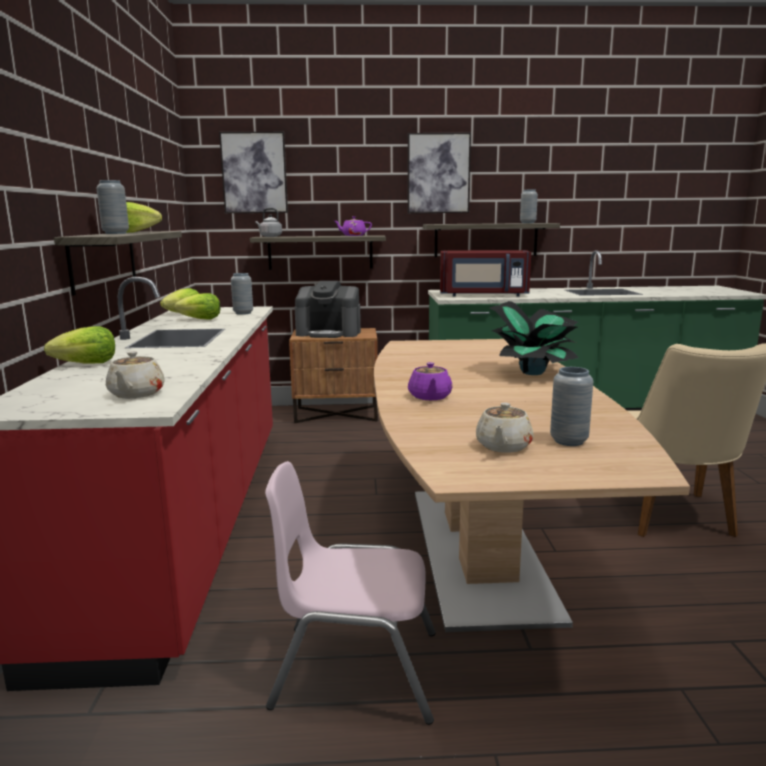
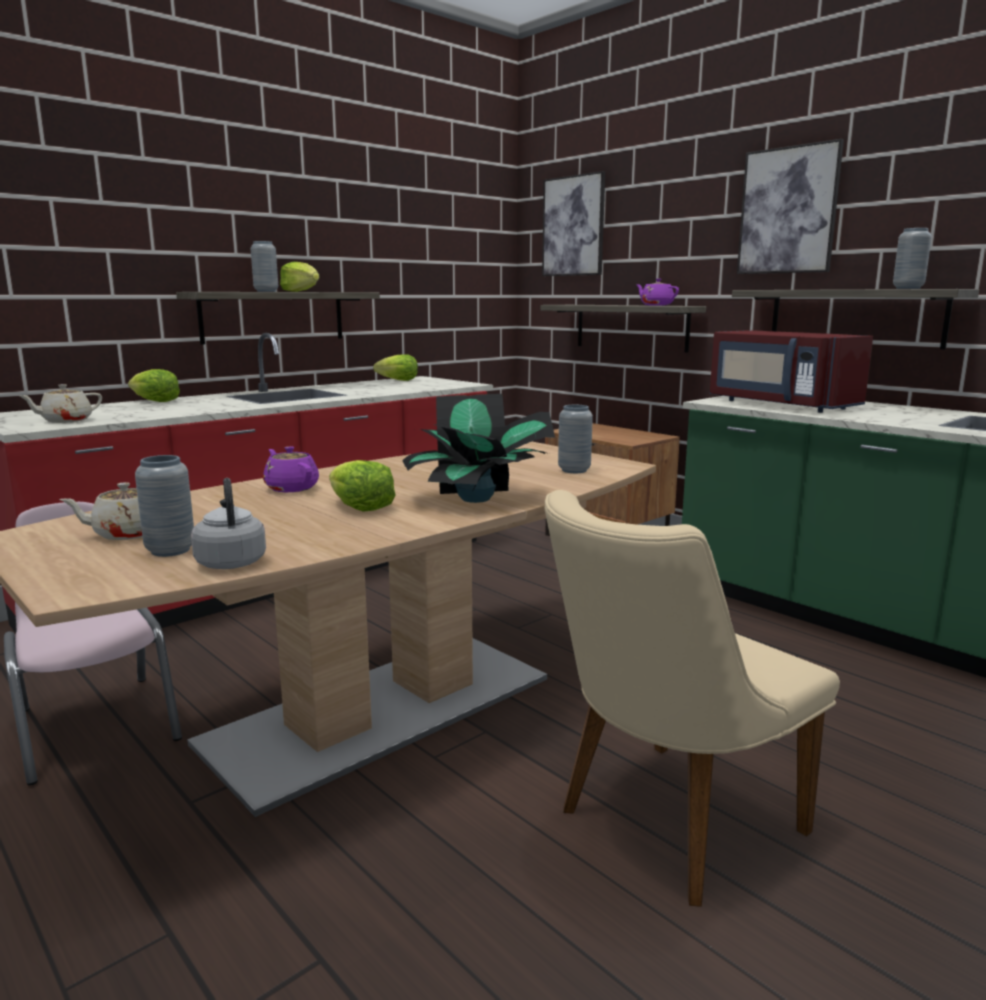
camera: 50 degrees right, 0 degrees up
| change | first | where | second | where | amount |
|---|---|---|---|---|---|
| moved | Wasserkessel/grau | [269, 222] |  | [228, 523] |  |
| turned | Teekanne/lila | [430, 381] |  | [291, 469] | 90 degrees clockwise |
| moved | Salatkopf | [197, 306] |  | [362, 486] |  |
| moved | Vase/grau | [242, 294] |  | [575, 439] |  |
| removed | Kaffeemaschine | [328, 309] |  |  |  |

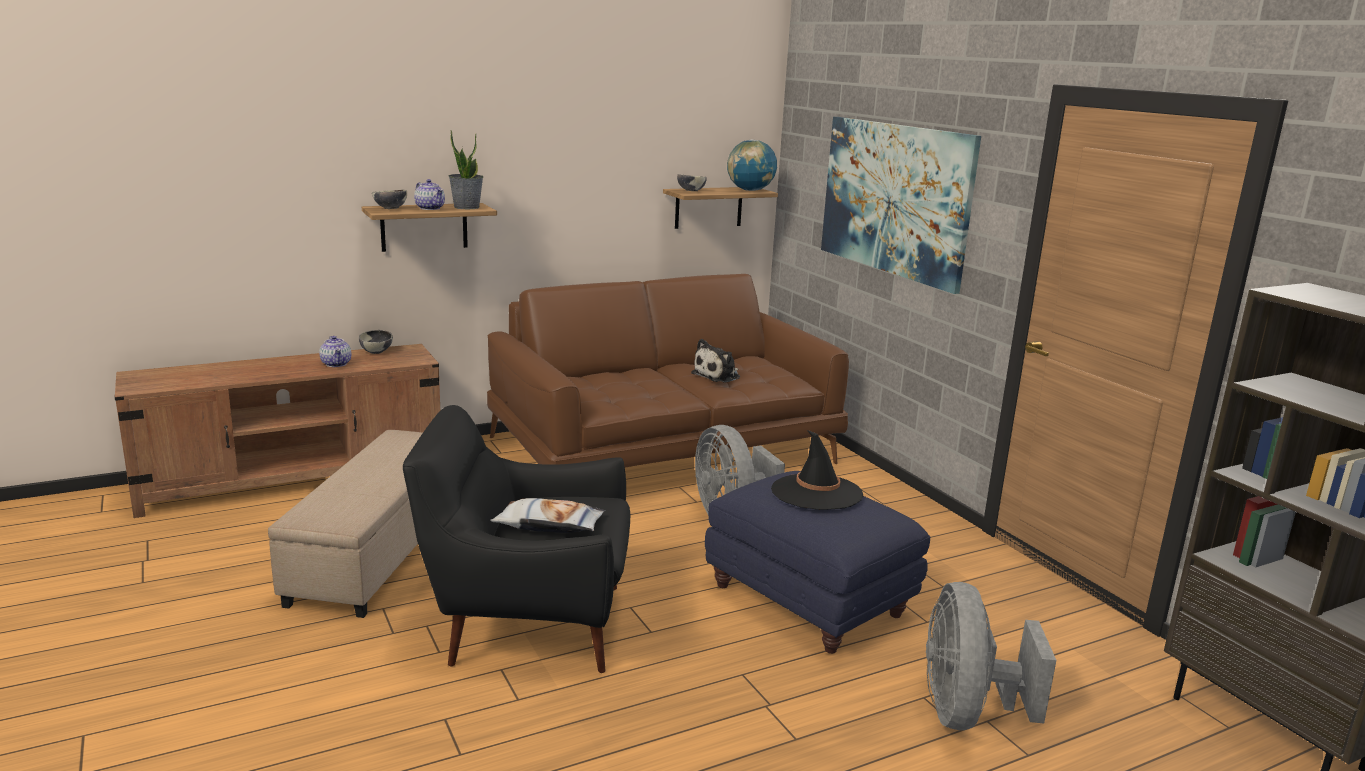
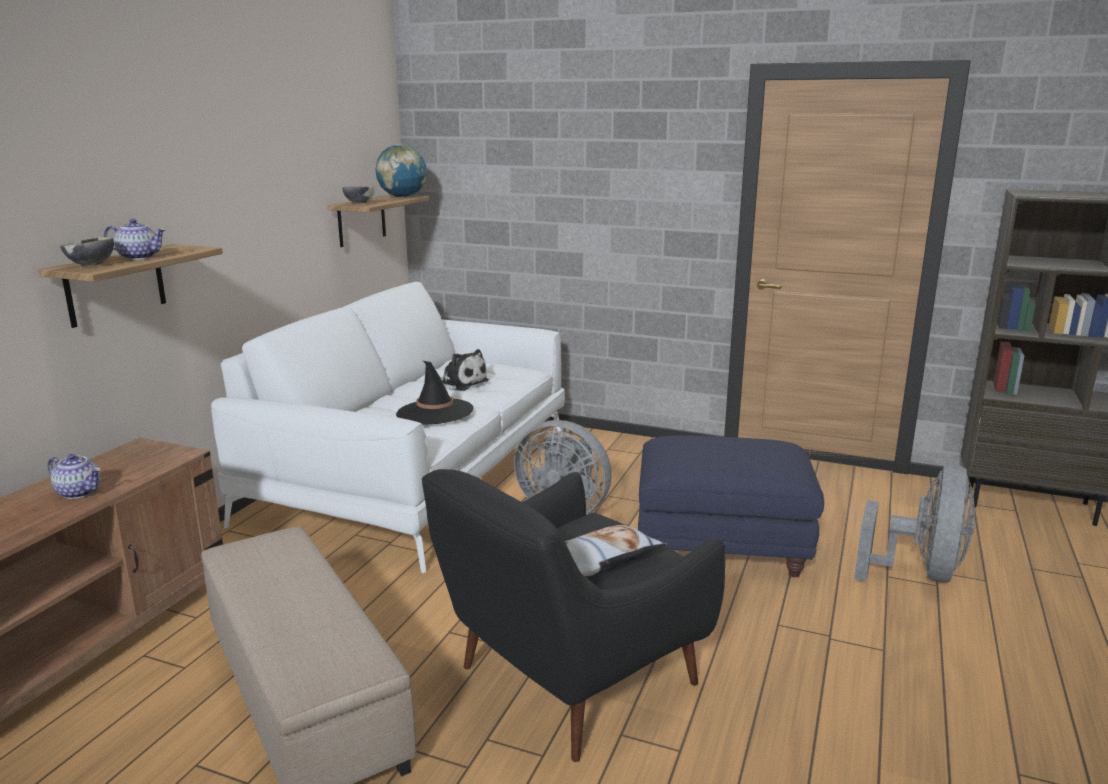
camera: 40 degrees left, 0 degrees up
| change | first | where | second | where | amount |
|---|---|---|---|---|---|
| recoloured | Sofa/braun | [668, 370] | Sofa/weiß | [388, 427] |  |
| moved | Hut/schwarz | [817, 470] |  | [434, 393] |  |
| turned | Plüschtier | [715, 361] |  | [464, 370] | 60 degrees counterclockwise |
| turned | Ventilator/grau | [991, 656] |  | [914, 523] | 120 degrees counterclockwise |
| removed | Schüssel | [376, 342] |  |  |  |
| removed | Topfpflanze | [466, 169] |  |  |  |
| removed | Bild | [901, 205] |  |  |  |

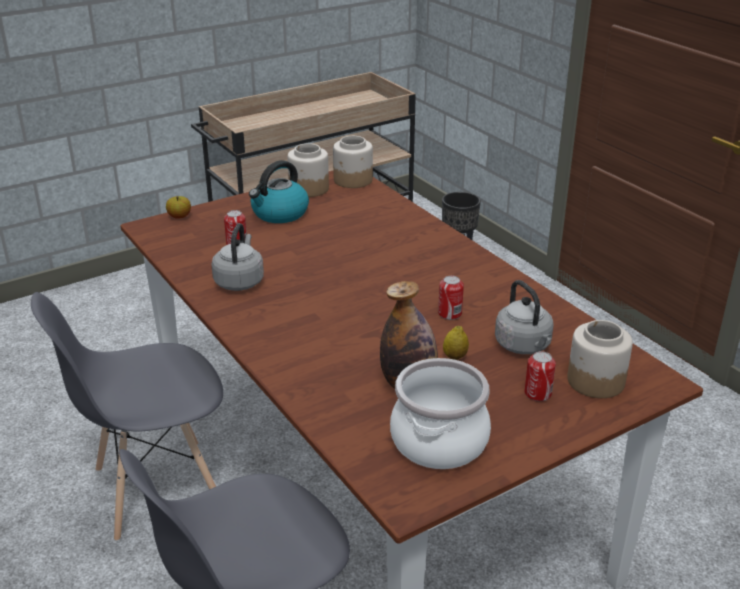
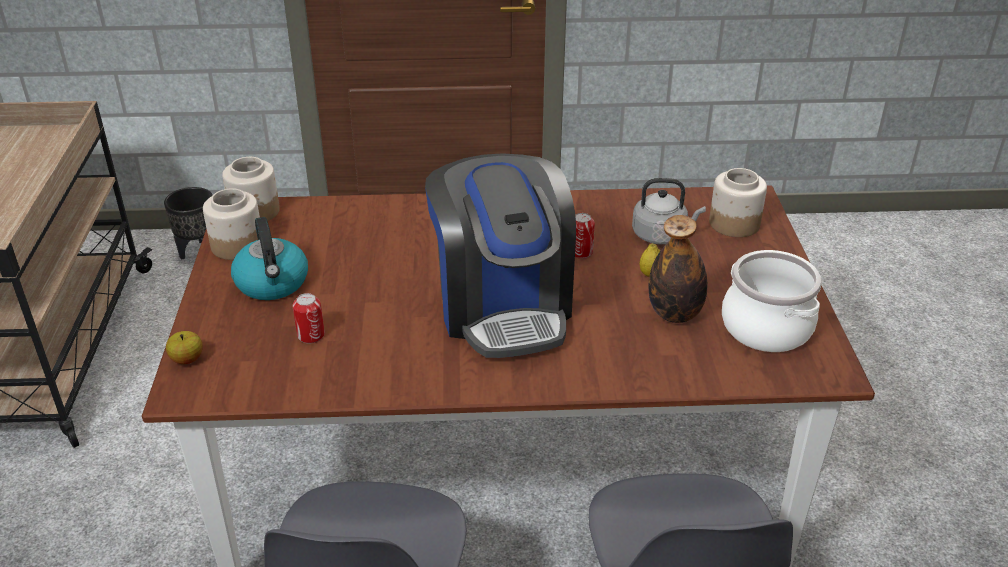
camera: 60 degrees left, 5 degrees up
| change | first | where | second | where | amount |
|---|---|---|---|---|---|
| added |  |  | Kaffeemaschine | [500, 255] |  |
| removed | Wasserkessel/grau | [238, 257] |  |  |  |
| removed | Dose | [540, 376] |  |  |  |

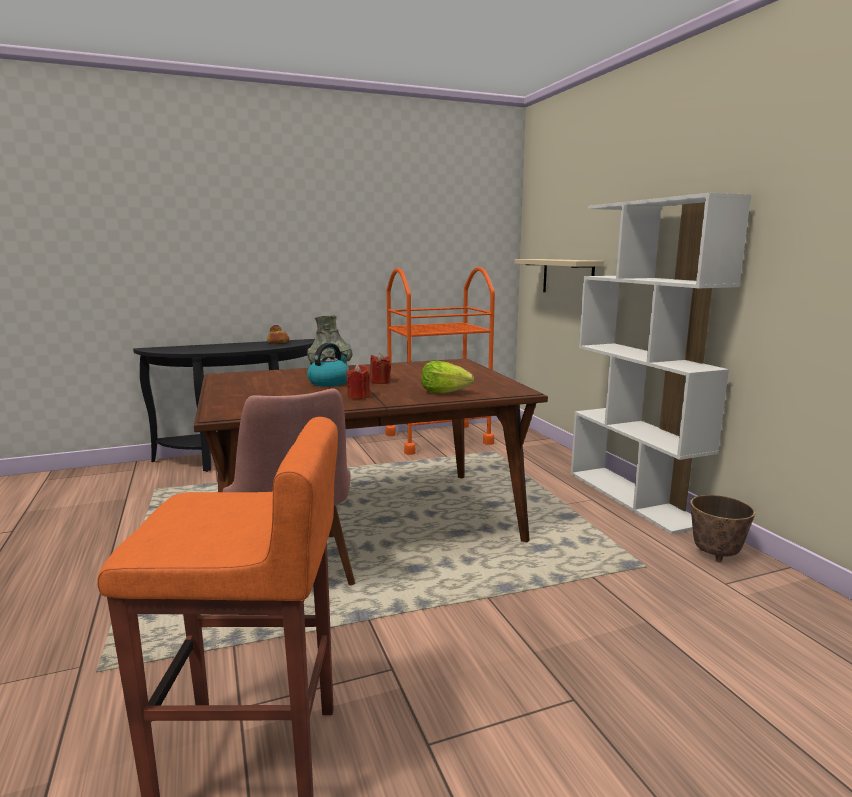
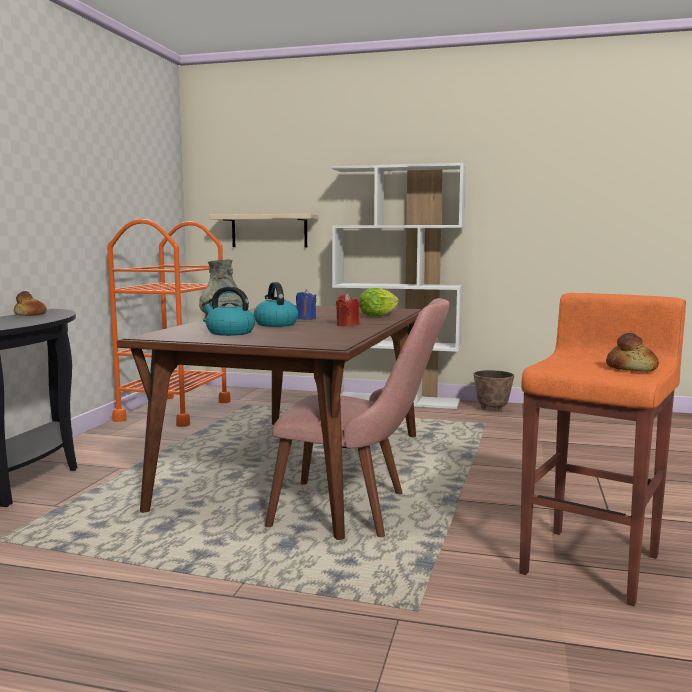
camera: 55 degrees left, 5 degrees down
| change | first | where | second | where | amount |
|---|---|---|---|---|---|
| added |  |  | Wasserkessel | [228, 311] |  |
| recoloured | Kerze/rot | [380, 368] | Kerze/blau | [306, 304] |  |
| added |  |  | Brot | [632, 352] |  |

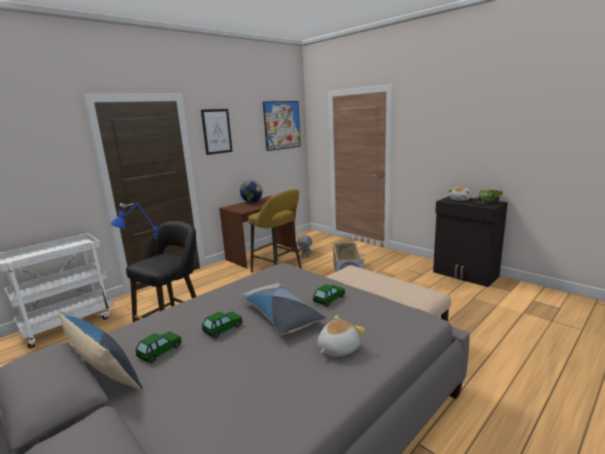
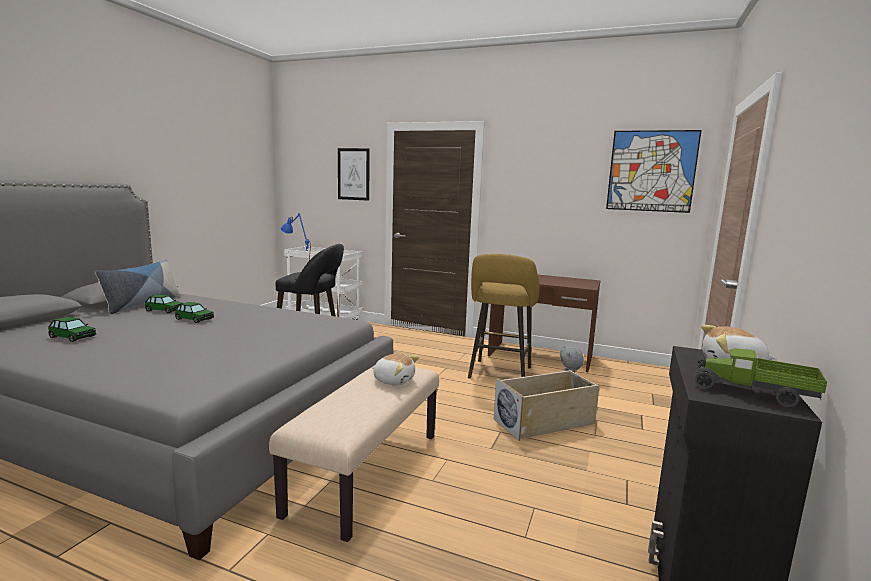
camera: 65 degrees right, 5 degrees down
| change | first | where | second | where | amount |
|---|---|---|---|---|---|
| moved | Spielzeugauto | [329, 295] |  | [72, 329] |  |
| moved | Bild | [217, 132] |  | [354, 174] |  |
| moved | Plüschtier | [341, 336] |  | [395, 369] |  |
| removed | Globus | [251, 191] |  |  |  |
| removed | Kissen | [283, 309] |  |  |  |

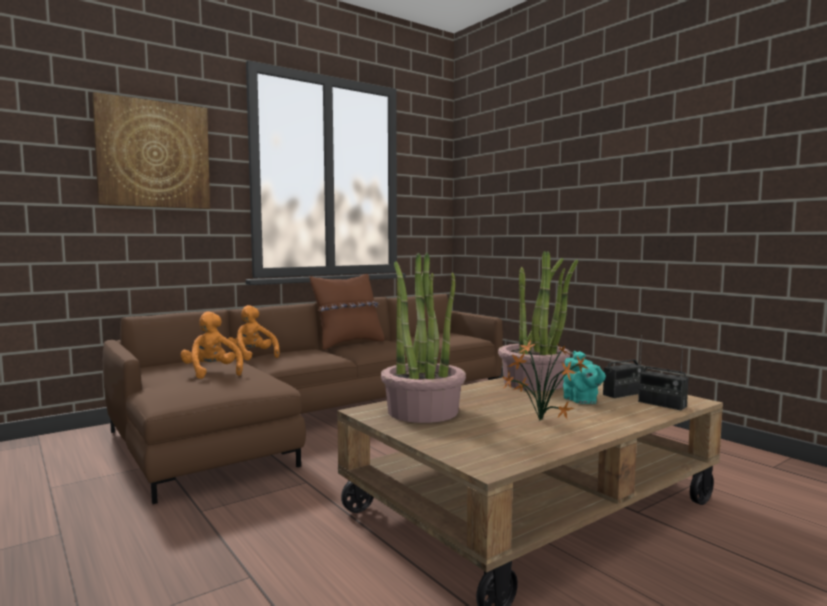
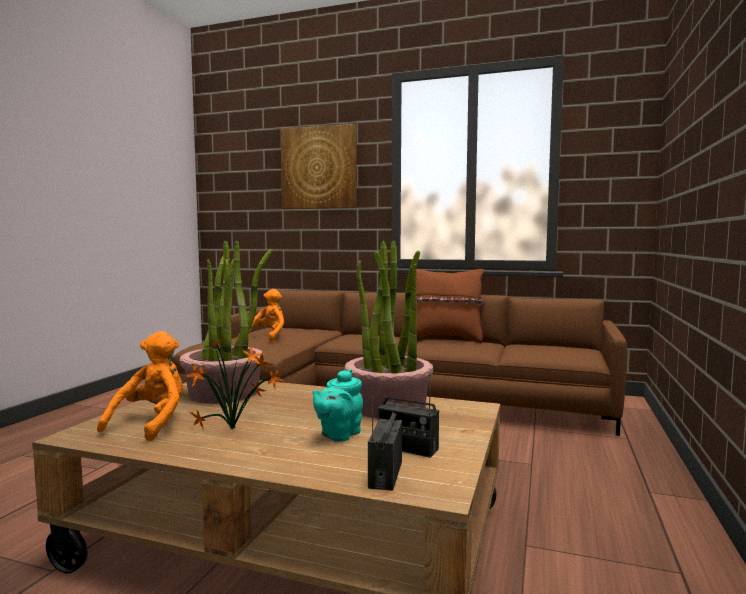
camera: 55 degrees right, 0 degrees up
| change | first | where | second | where | amount |
|---|---|---|---|---|---|
| moved | Plüschtier/orange | [254, 333] |  | [140, 386] |  |

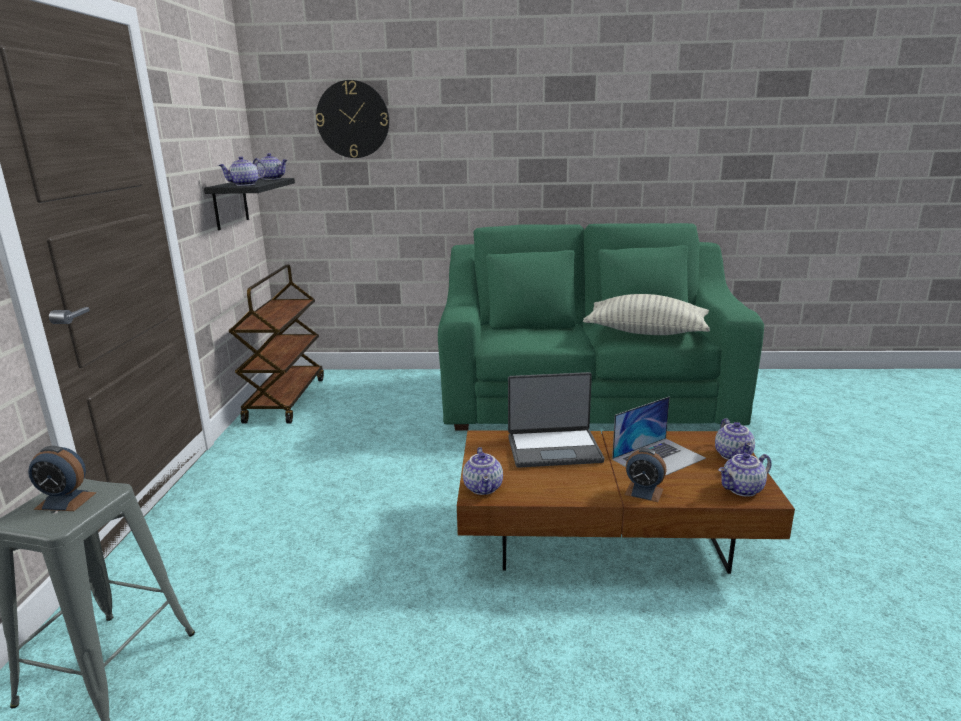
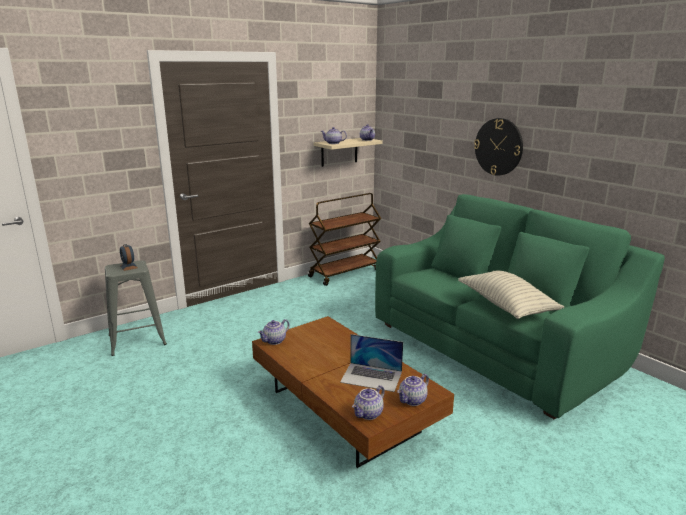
camera: 50 degrees right, 0 degrees up
| change | first | where | second | where | amount |
|---|---|---|---|---|---|
| recoloured | Wandregal/schwarz | [249, 204] | Wandregal/beige | [348, 152] |  |
| turned | Teekanne | [745, 475] |  | [368, 402] | 75 degrees counterclockwise |
| moved | Wanduhr | [352, 119] |  | [498, 147] |  |
| removed | Laptop | [556, 420] |  |  |  |
| removed | Wecker | [645, 475] |  |  |  |

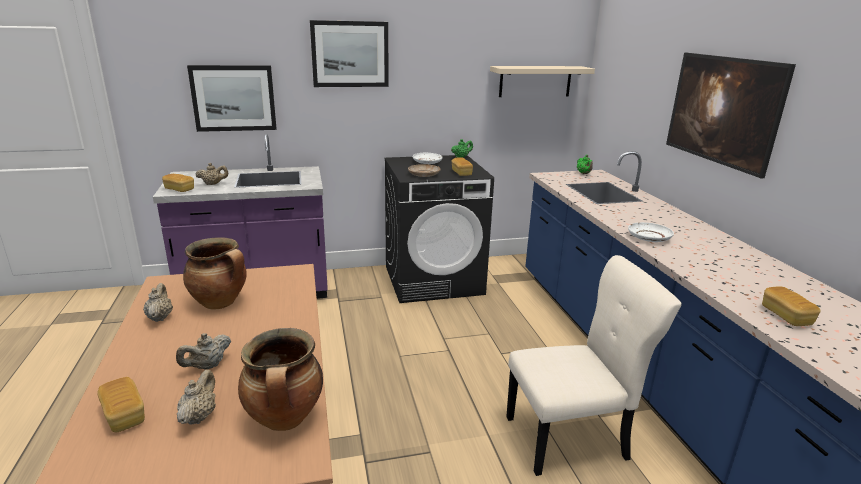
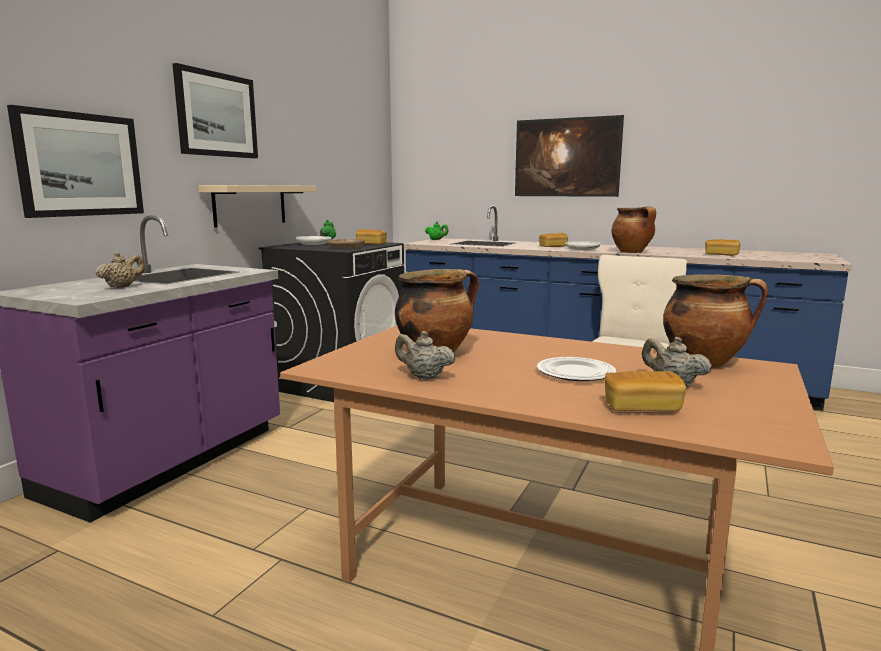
camera: 50 degrees left, 10 degrees down
| change | first | where | second | where | amount |
|---|---|---|---|---|---|
| moved | Wandregal/beige | [542, 81] |  | [257, 206] |  |
| replaced | Teekanne/beige | [203, 351] | Teller | [576, 369] |  |
| moved | Brot | [178, 183] |  | [553, 240] |  |
| added |  |  | Kochtopf | [633, 230] |  |

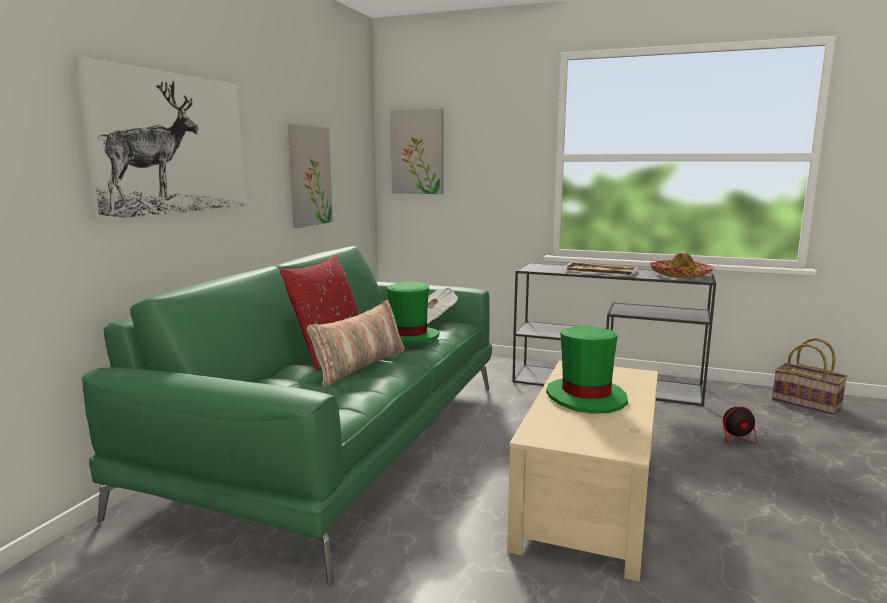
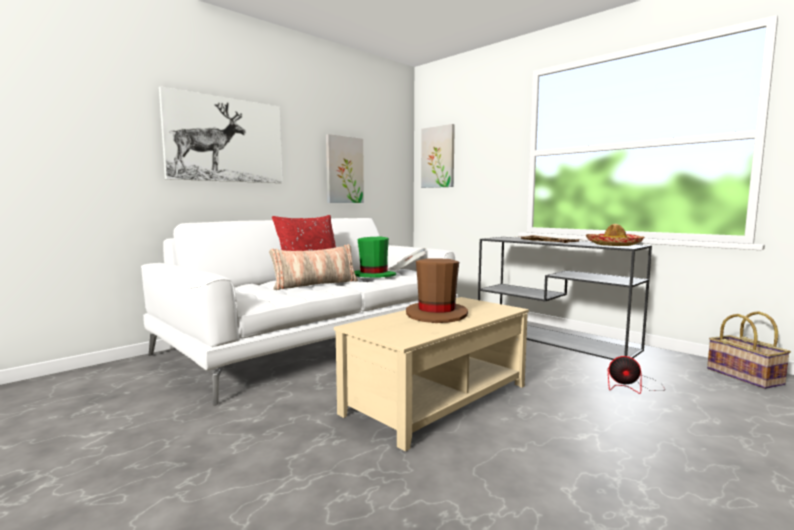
camera: 25 degrees right, 5 degrees down
| change | first | where | second | where | amount |
|---|---|---|---|---|---|
| recoloured | Sofa/grün | [287, 416] | Sofa/weiß | [299, 312] |  |
| recoloured | Hut/grün | [587, 369] | Hut/braun | [437, 290] |  |

